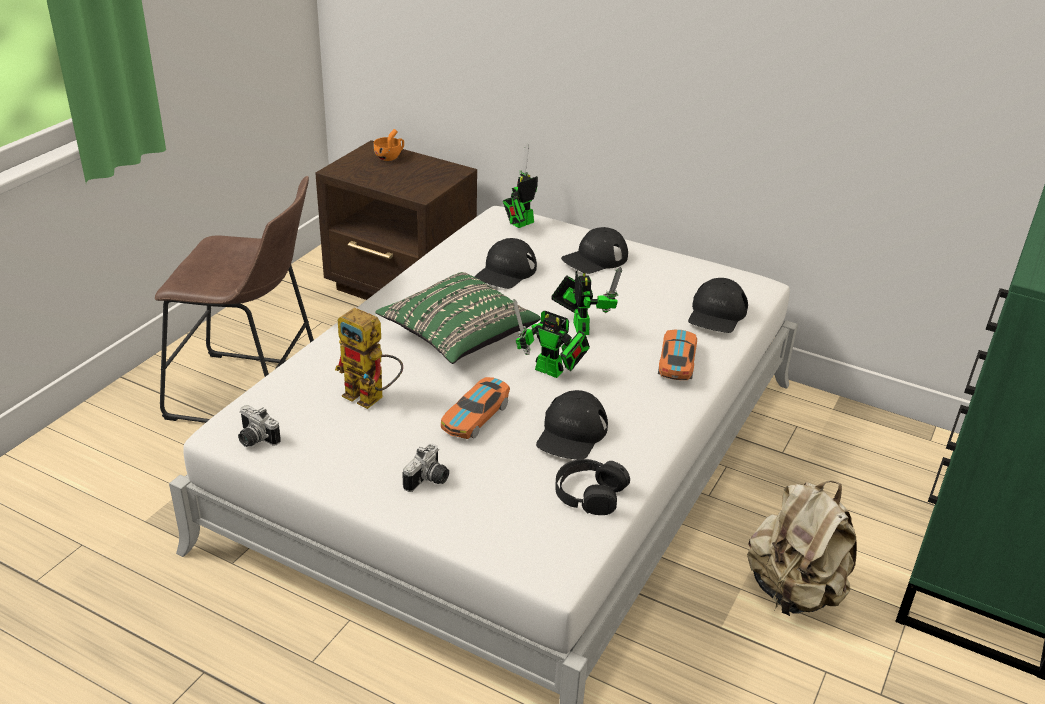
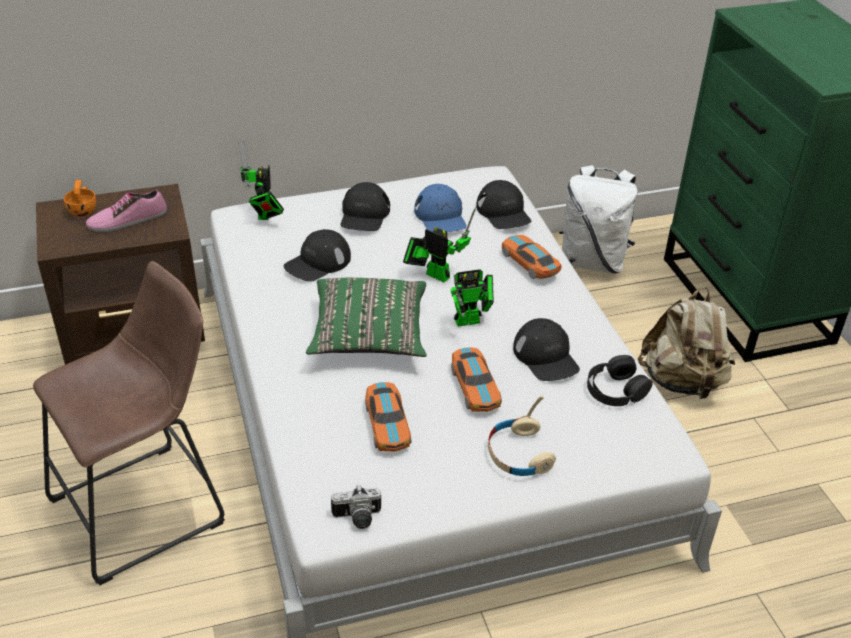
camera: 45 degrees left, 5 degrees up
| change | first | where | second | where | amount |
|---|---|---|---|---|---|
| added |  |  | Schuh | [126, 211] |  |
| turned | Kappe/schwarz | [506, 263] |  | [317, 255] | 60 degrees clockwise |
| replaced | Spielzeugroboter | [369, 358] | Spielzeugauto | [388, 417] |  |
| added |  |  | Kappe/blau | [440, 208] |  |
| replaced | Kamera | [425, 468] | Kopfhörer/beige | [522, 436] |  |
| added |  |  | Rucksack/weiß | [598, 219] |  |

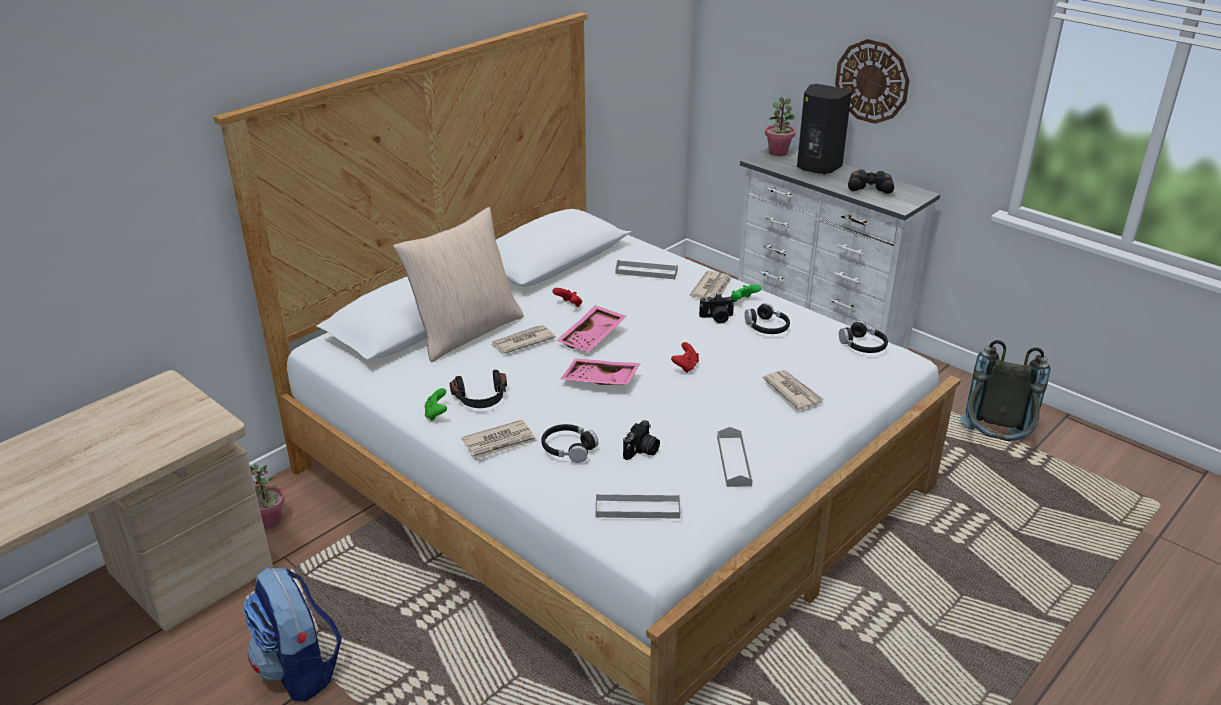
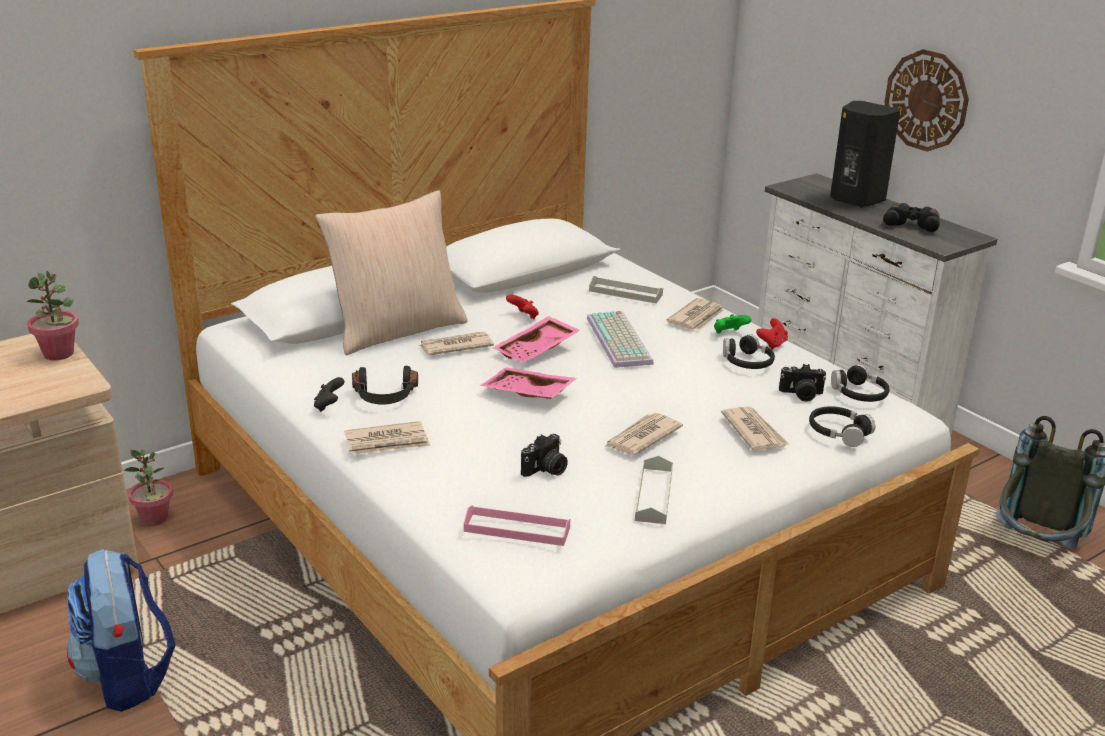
camera: 10 degrees right, 5 degrees down
| change | first | where | second | where | amount |
|---|---|---|---|---|---|
| moved | Topfpflanze | [780, 126] |  | [52, 315] |  |
| recoloured | Gamepad/grün | [436, 404] | Gamepad/schwarz | [329, 394] |  |
| recoloured | Tablett/grau | [637, 506] | Tablett/rosa | [517, 525] |  |
| added |  |  | Tastatur | [620, 339] |  |
| added |  |  | Zeitung | [643, 434] |  |
| moved | Gamepad/rot | [685, 357] |  | [772, 334] |  |
| moved | Kamera | [717, 309] |  | [802, 383] |  |
| moved | Kopfhörer/schwarz | [570, 443] |  | [842, 426] |  |

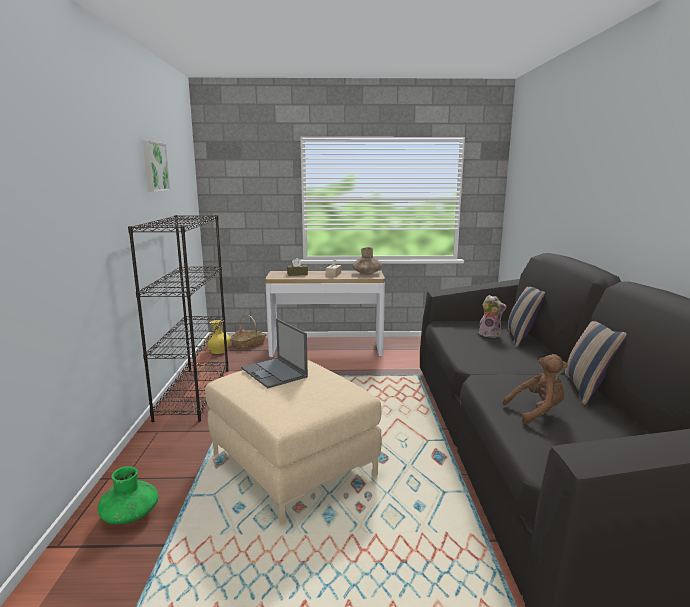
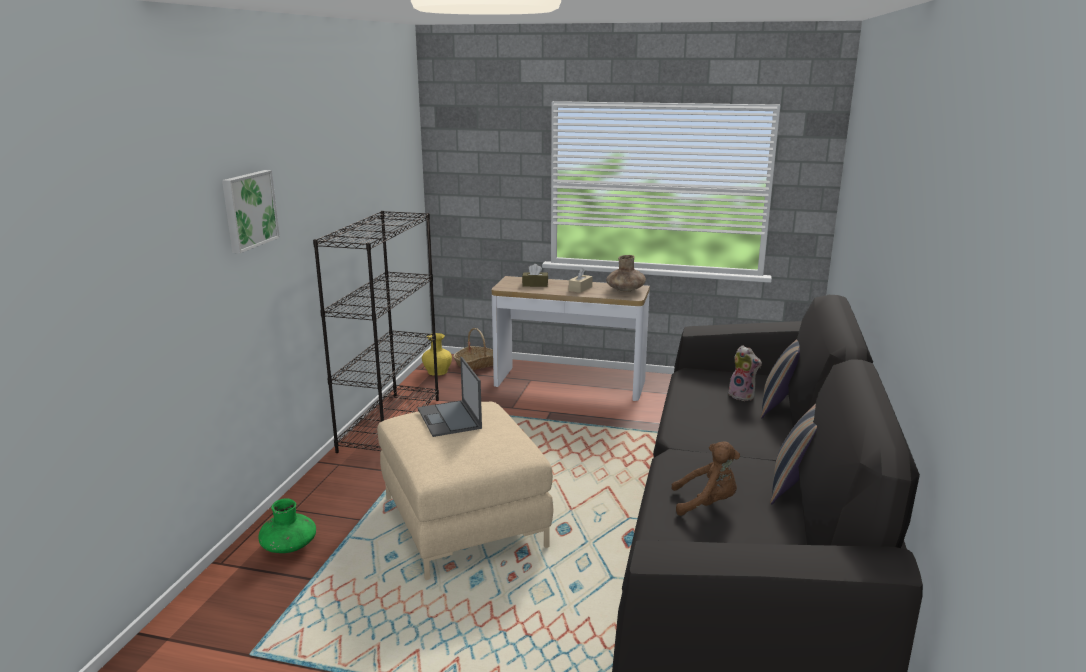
camera: 15 degrees right, 5 degrees up
| change | first | where | second | where | amount |
|---|---|---|---|---|---|
| moved | Bild | [156, 166] |  | [251, 211] |  |

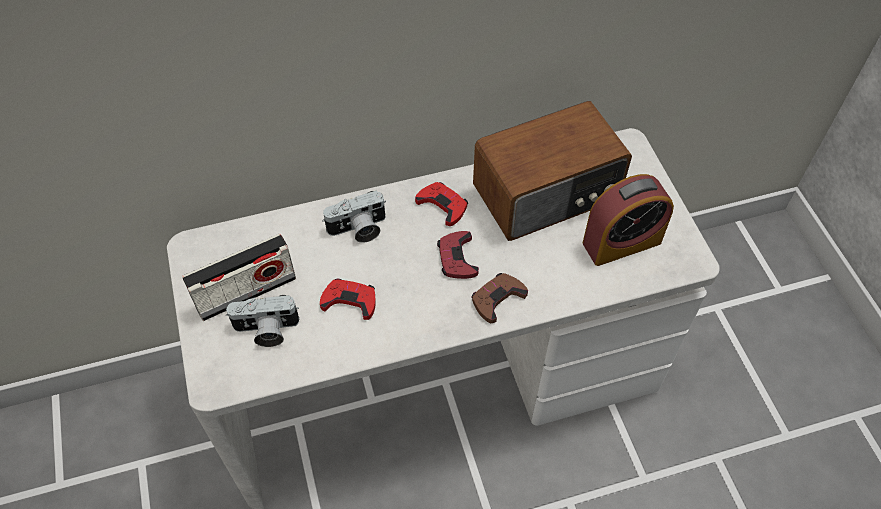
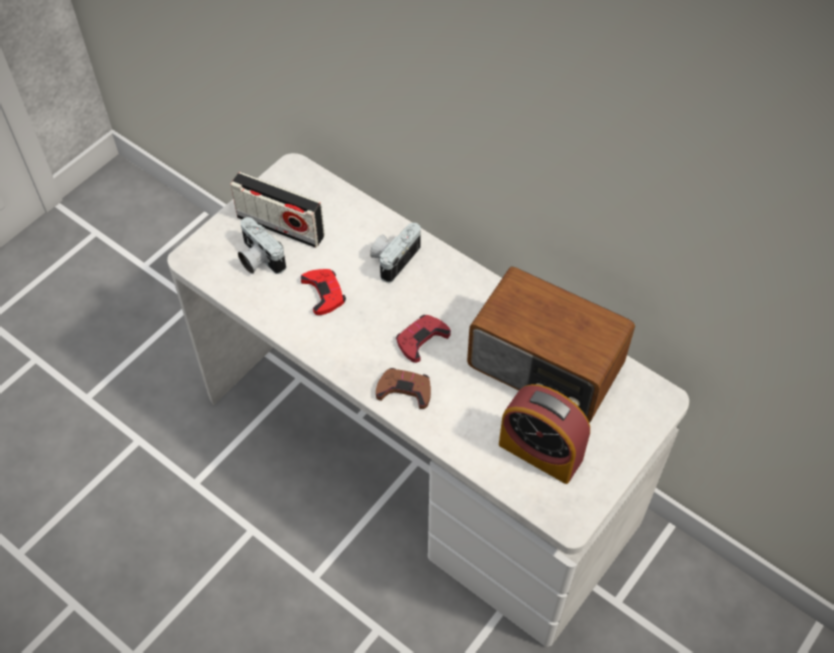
camera: 55 degrees right, 0 degrees up
| change | first | where | second | where | amount |
|---|---|---|---|---|---|
| turned | Kamera | [354, 216] |  | [395, 253] | 90 degrees clockwise |
| removed | Gamepad/rot | [441, 204] |  |  |  |

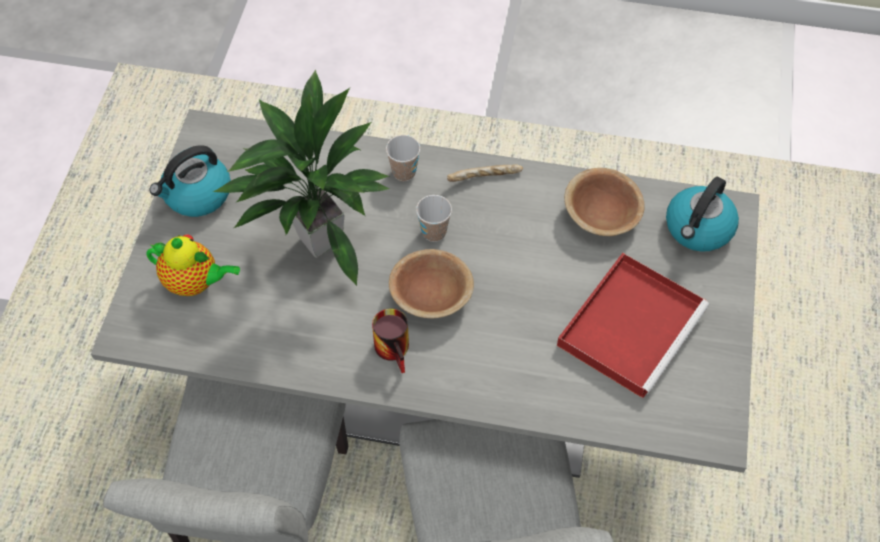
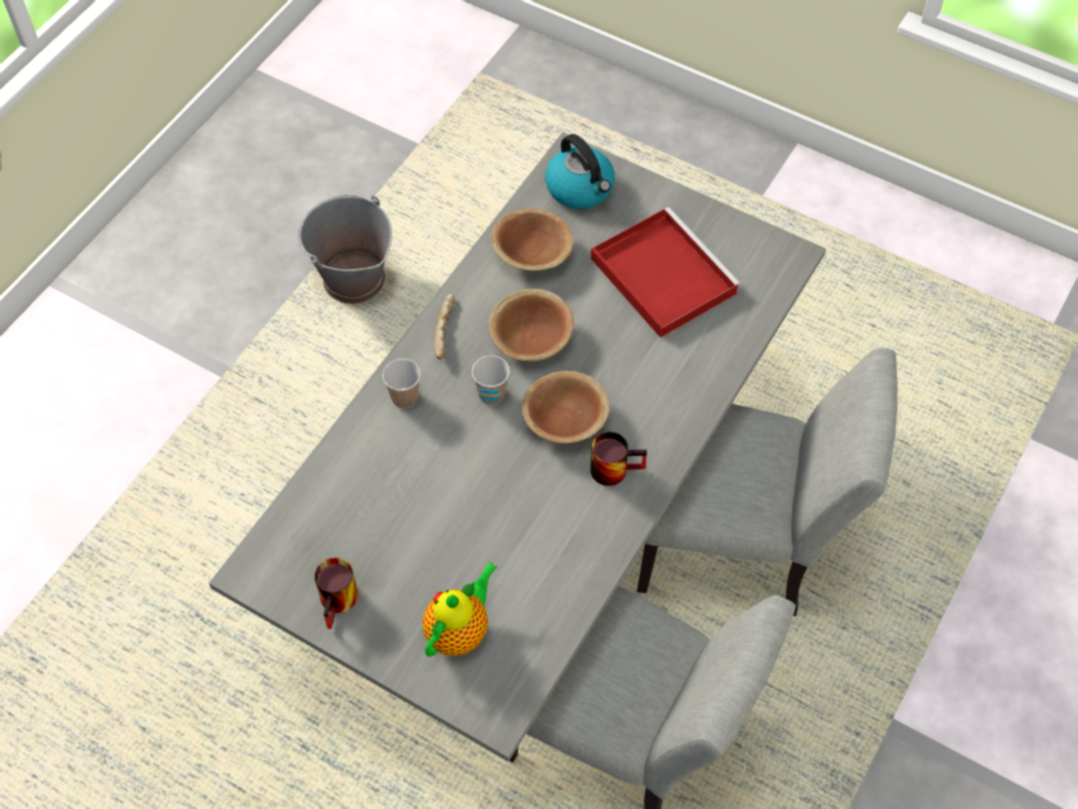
camera: 70 degrees left, 0 degrees up
| change | first | where | second | where | amount |
|---|---|---|---|---|---|
| added |  |  | Eimer/grau | [344, 249] |  |
| replaced | Wasserkessel | [190, 181] | Henkelbecher | [336, 593] |  |
| added |  |  | Schüssel/braun | [531, 325] |  |
| removed | Topfpflanze | [301, 177] |  |  |  |

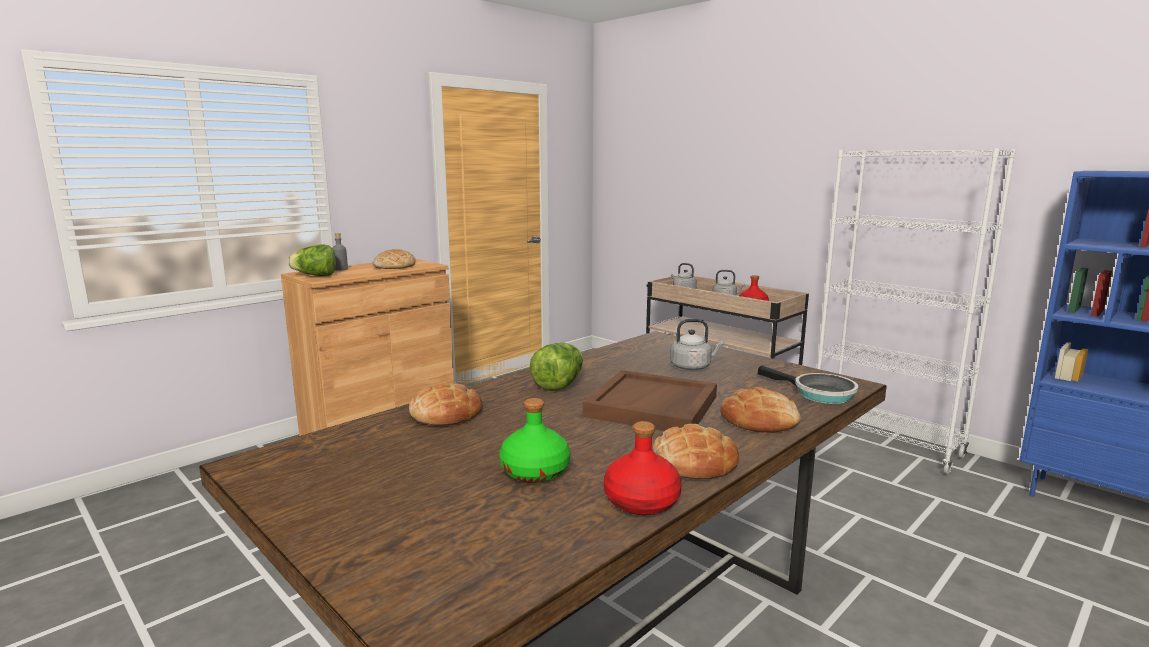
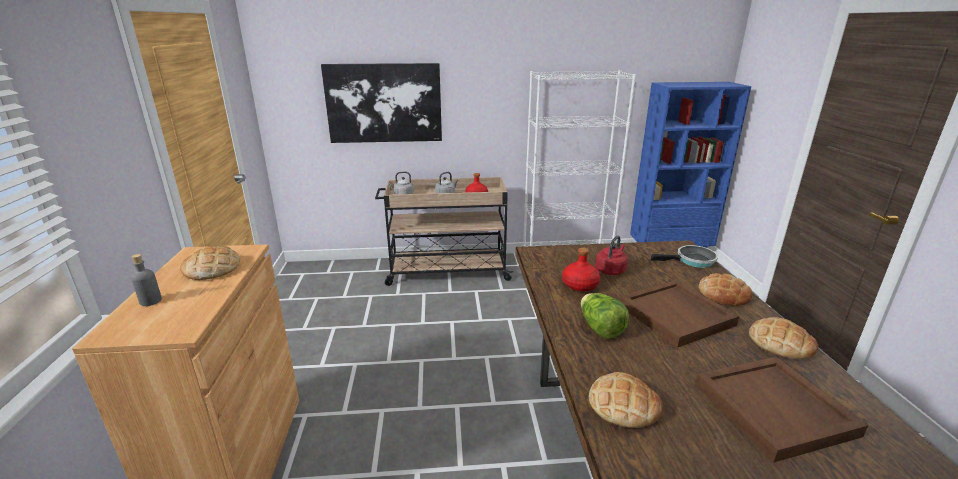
camera: 50 degrees left, 10 degrees up
| change | first | where | second | where | amount |
|---|---|---|---|---|---|
| added |  |  | Bild | [381, 103] |  |
| moved | Flasche/rot | [643, 468] |  | [581, 270] |  |
| recoloured | Wasserkessel/grau | [697, 344] | Wasserkessel/rot | [611, 255] |  |
| replaced | Flasche/grün | [534, 440] | Tablett/braun | [781, 410] |  |
| removed | Salatkopf | [312, 260] |  |  |  |

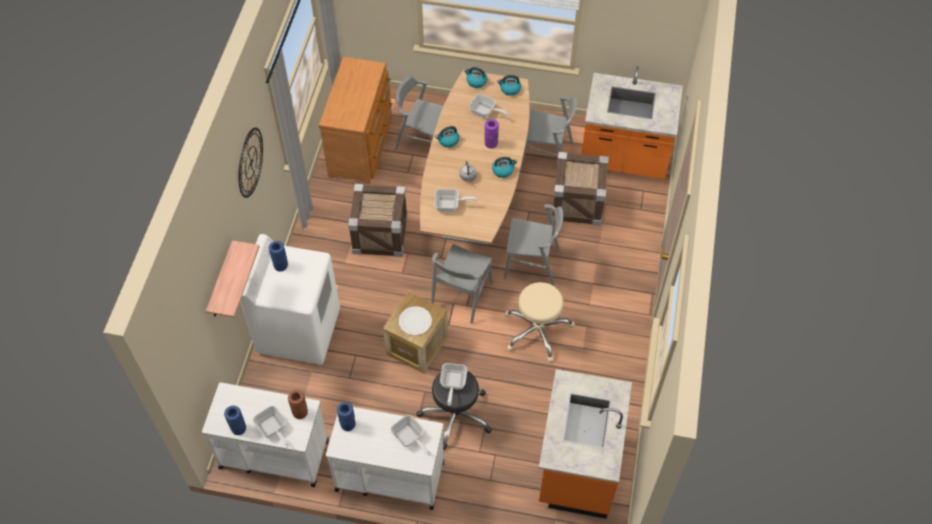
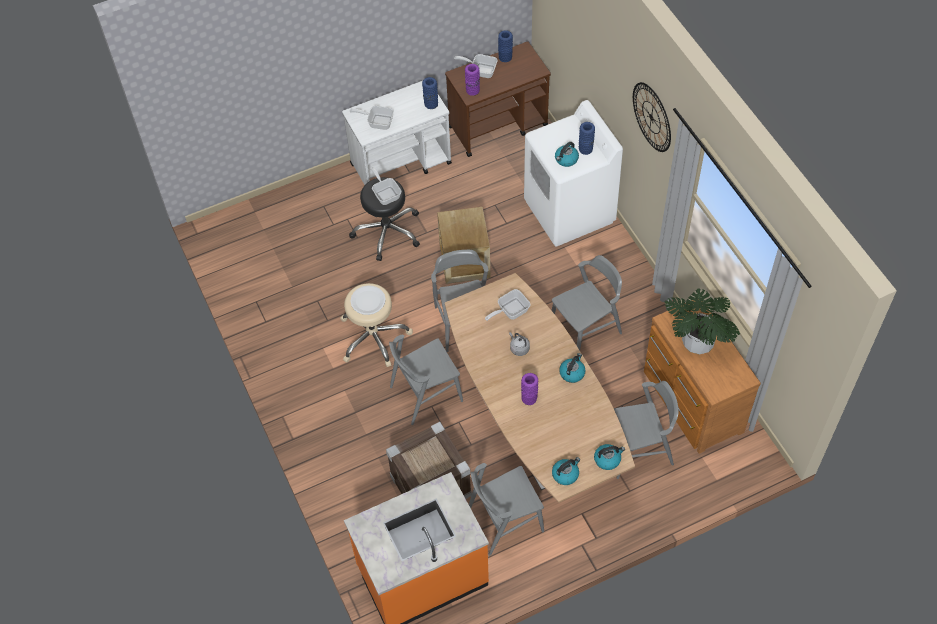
camera: 145 degrees right, 0 degrees up
| change | first | where | second | where | amount |
|---|---|---|---|---|---|
| moved | Teller/weiß | [415, 320] |  | [367, 300] |  |
| recoloured | Rollwagen/weiß | [265, 434] | Rollwagen/braun | [498, 99] |  |
| recoloured | Vase/braun | [298, 404] | Vase/lila | [472, 80] |  |
| replaced | Kiste | [378, 220] | Stuhl/grau | [586, 302] |  |
| moved | Wasserkessel | [504, 167] |  | [567, 154] |  |
| added |  |  | Topfpflanze | [702, 321] |  |
| removed | Wandregal | [233, 278] |  |  |  |
| removed | Pfanne | [489, 106] |  |  |  |
| removed | Küchenzeile/orange | [585, 444] |  |  |  |

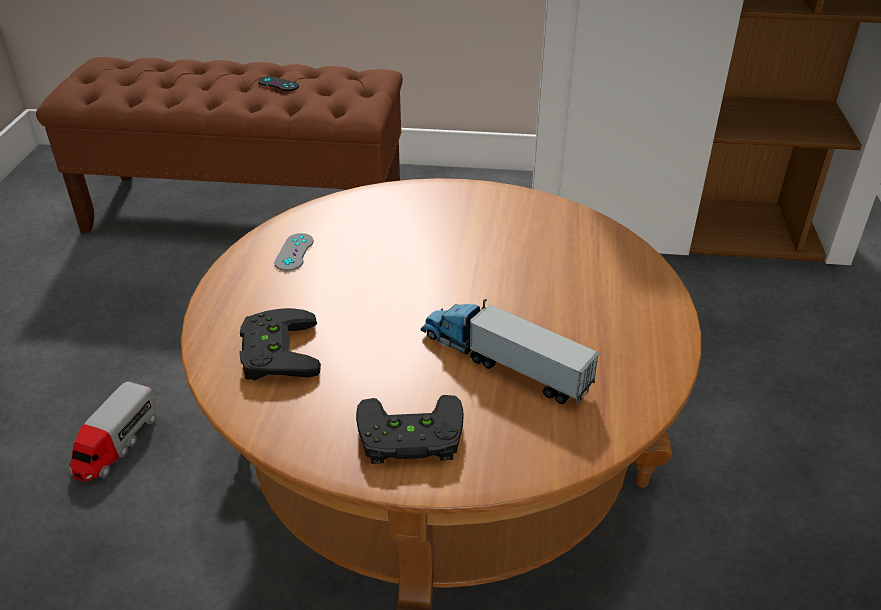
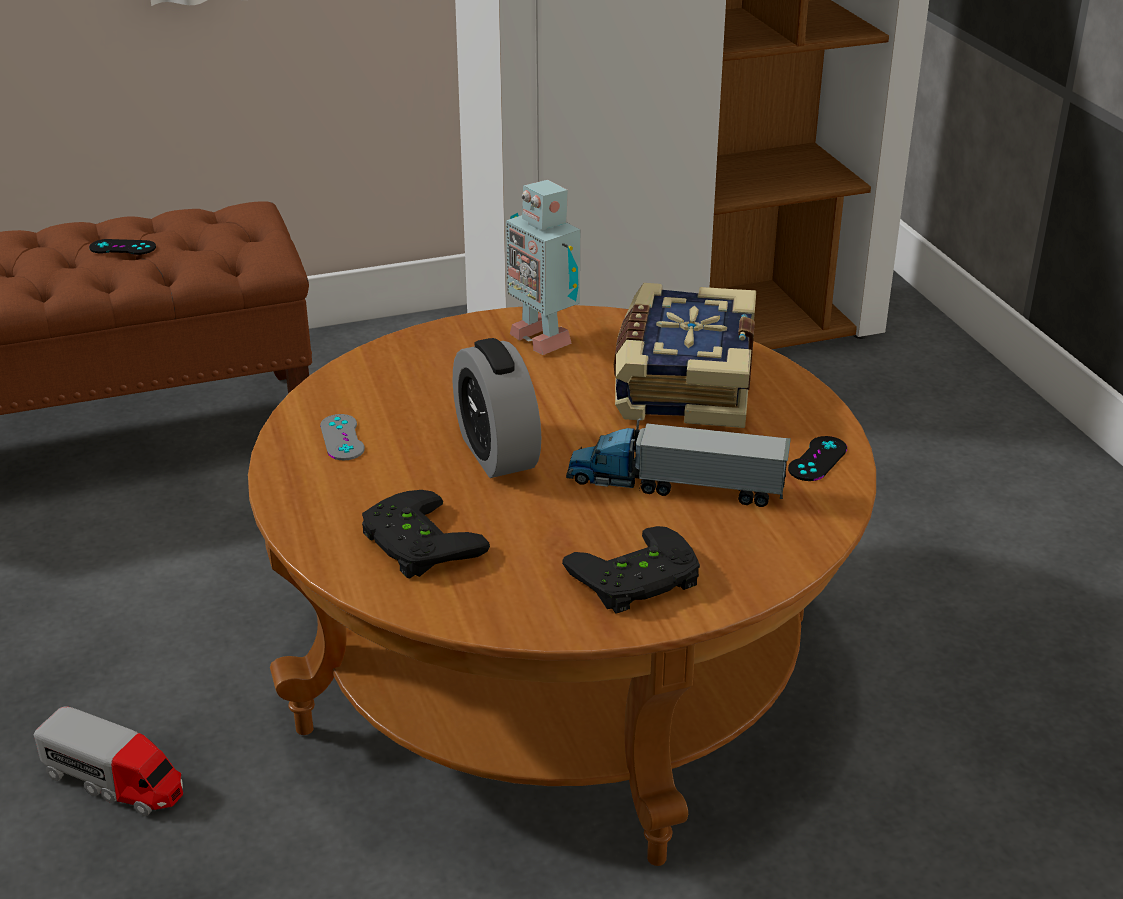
camera: 25 degrees left, 5 degrees down
| change | first | where | second | where | amount |
|---|---|---|---|---|---|
| turned | Spielzeuglaster | [112, 432] |  | [108, 761] | 60 degrees counterclockwise |
| added |  |  | Wecker | [497, 408] |  |
| added |  |  | Spielzeugroboter | [543, 267] |  |
| added |  |  | Buch | [685, 355] |  |
| added |  |  | Gamepad/schwarz | [817, 458] |  |

